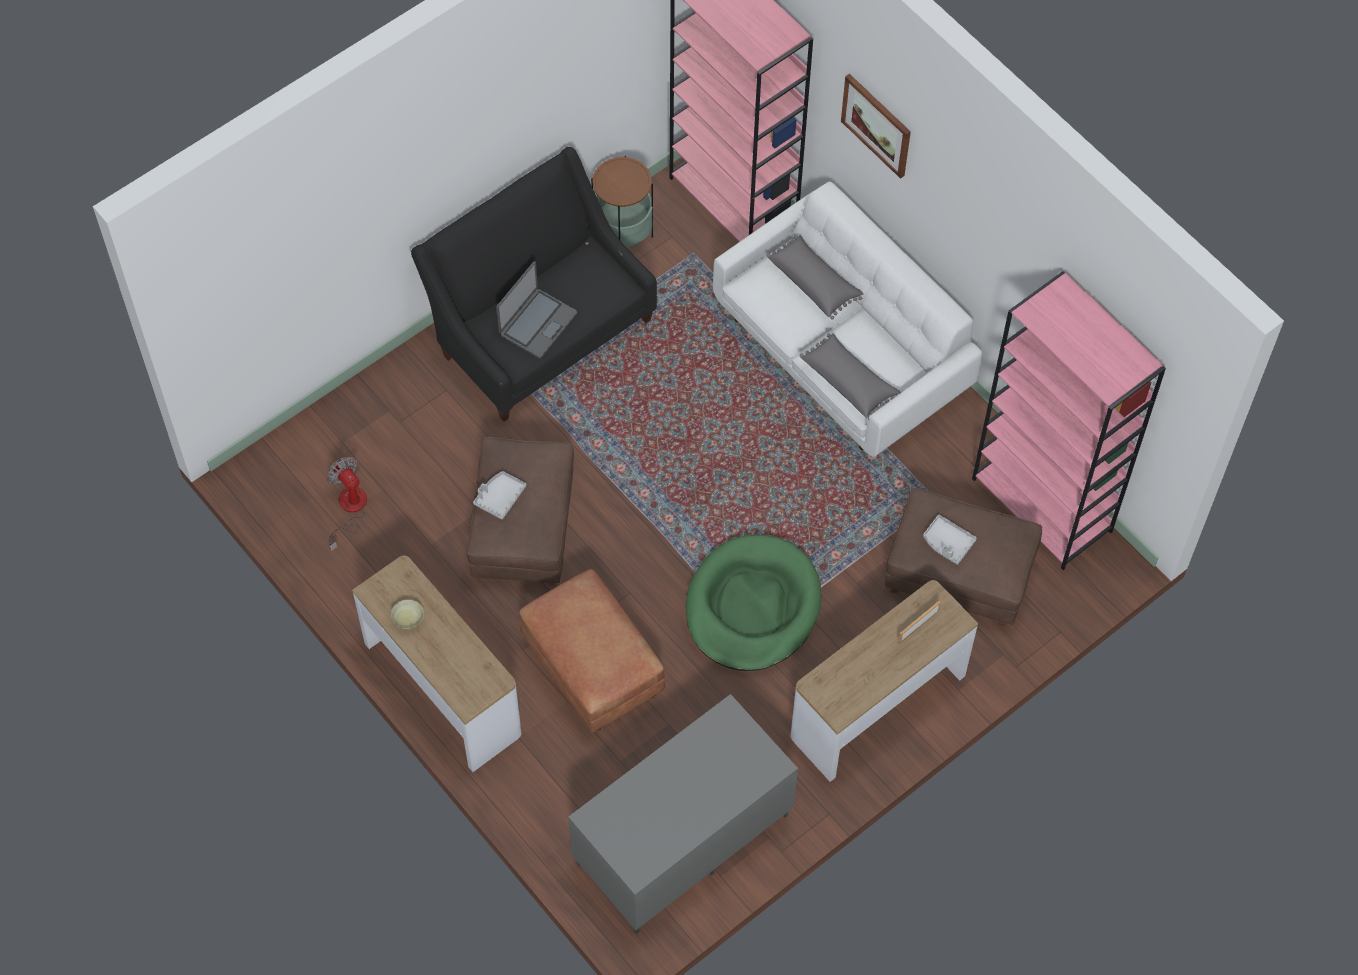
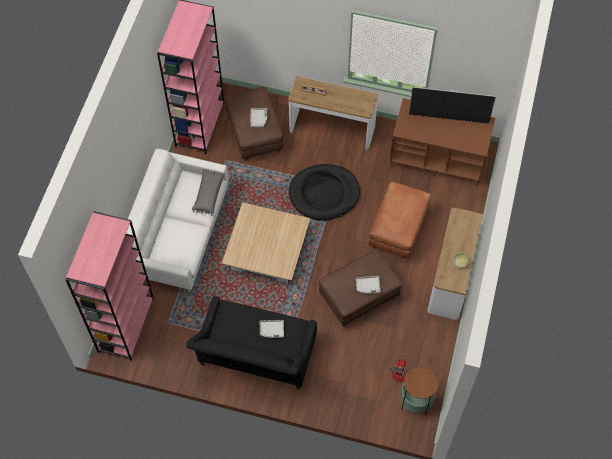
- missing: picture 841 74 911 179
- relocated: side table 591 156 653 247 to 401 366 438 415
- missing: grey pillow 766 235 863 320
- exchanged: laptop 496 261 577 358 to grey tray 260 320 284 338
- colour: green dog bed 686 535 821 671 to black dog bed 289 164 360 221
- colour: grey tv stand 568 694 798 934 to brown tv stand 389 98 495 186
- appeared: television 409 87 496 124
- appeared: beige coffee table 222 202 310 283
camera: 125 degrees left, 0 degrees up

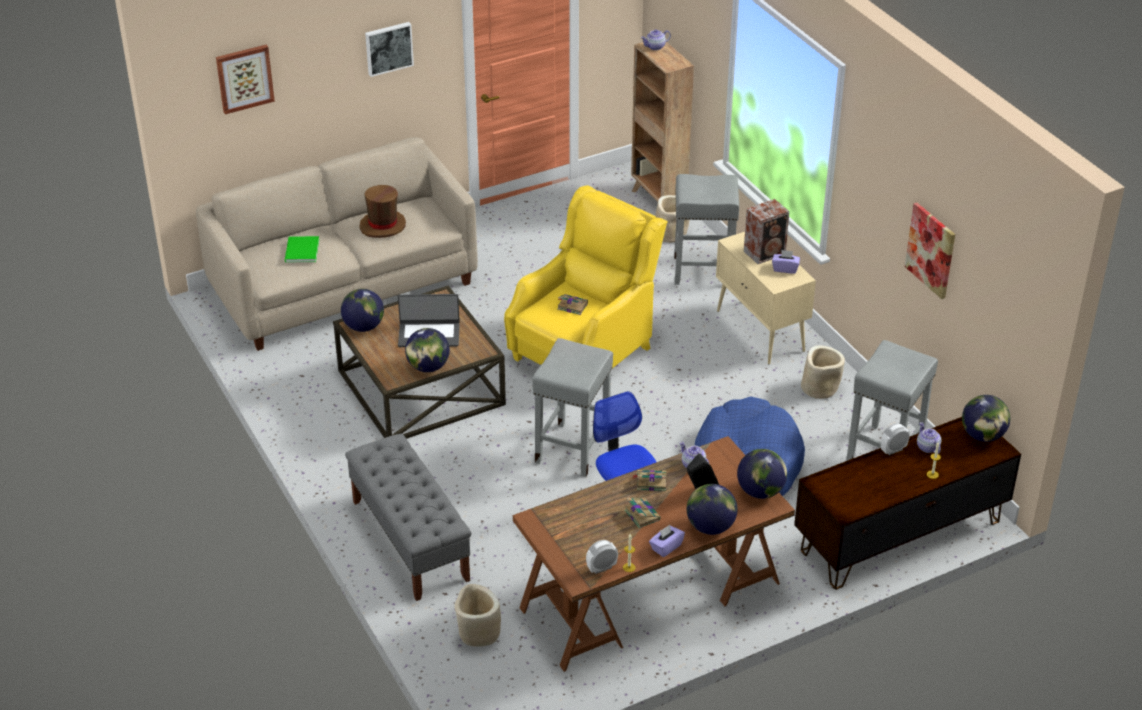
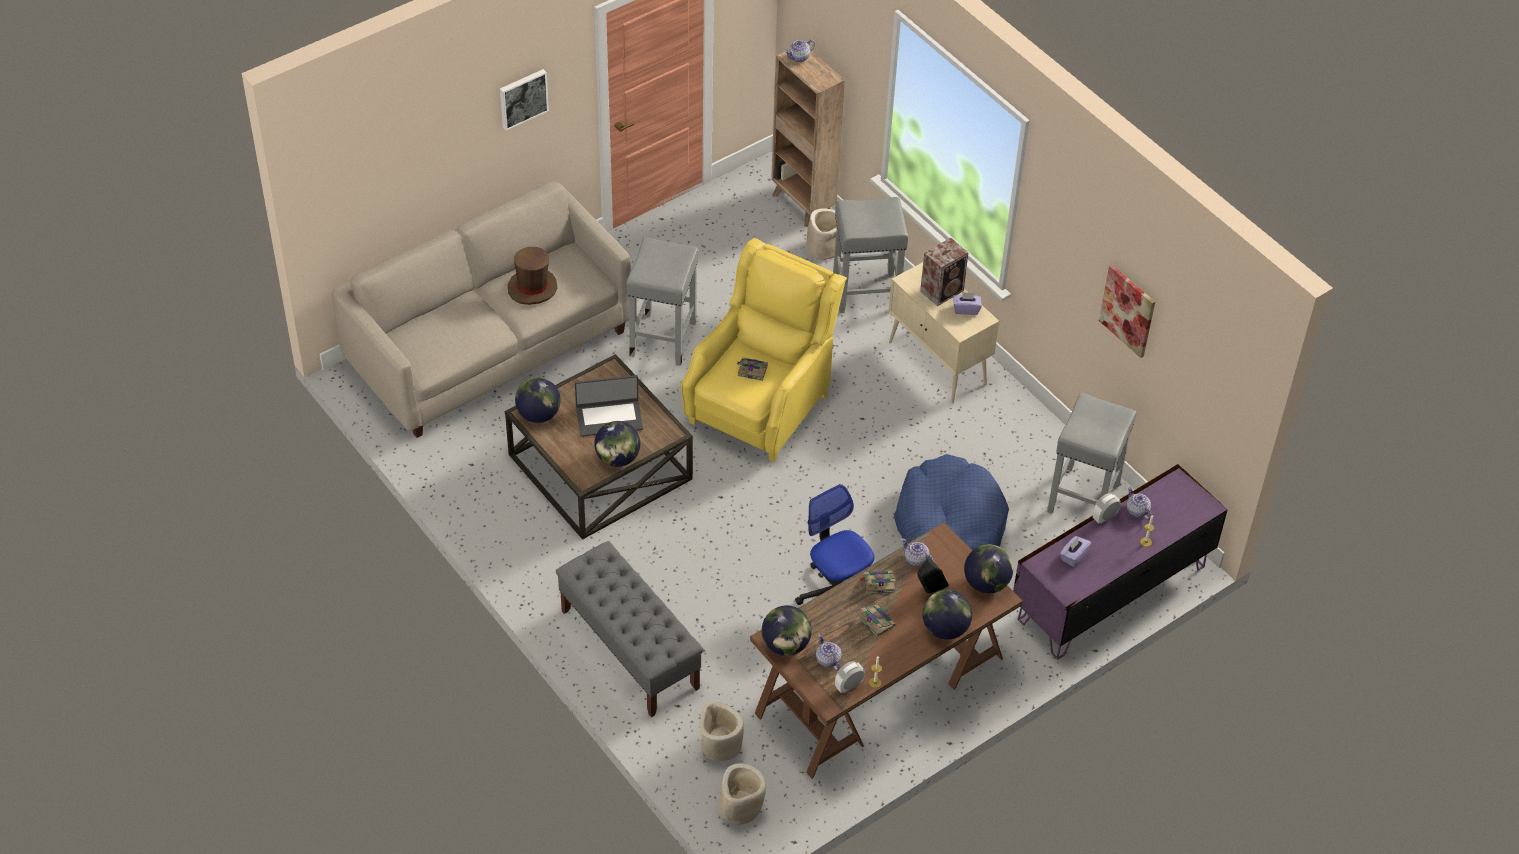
- missing: picture 216 45 275 114
- missing: green book 285 236 319 262
- relocated: grey stool 532 338 613 477 to 626 237 699 366
- relocated: beige planter 801 346 845 399 to 718 763 766 825
- relocated: globe 962 395 1010 442 to 762 605 812 656
- colour: brown tv stand 794 417 1021 590 to purple tv stand 1013 464 1228 660
- relocated: purple tissue box 649 525 685 557 to 1060 536 1091 567
- appeared: teapot 816 634 842 671
camera: 10 degrees left, 10 degrees up

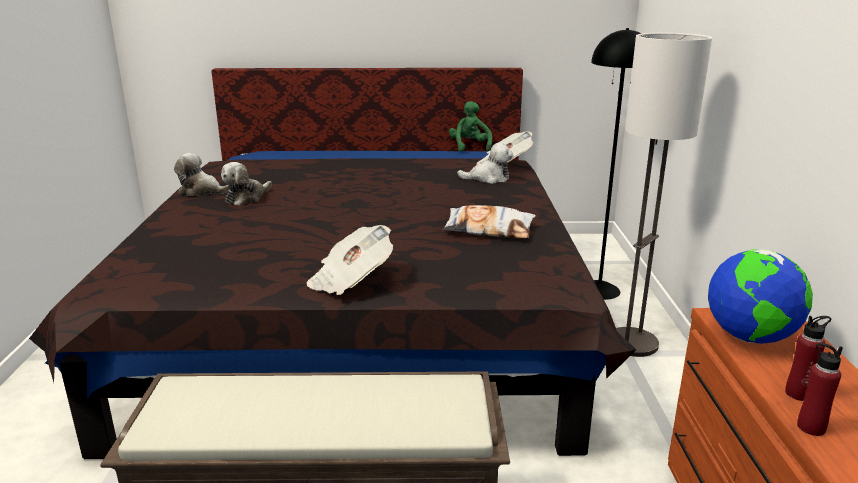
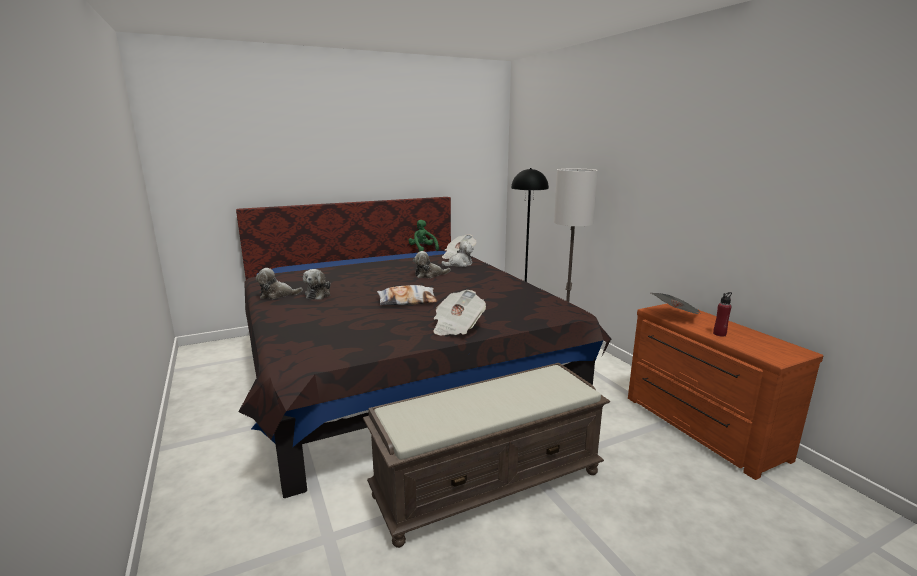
- relocated: pillow 443 205 536 238 to 377 285 437 305
- exchanged: globe 708 249 813 344 to newspaper 651 293 700 314
- missing: red bottle 797 343 843 436
- appeared: plush toy 413 251 450 278
camera: 25 degrees left, 5 degrees down

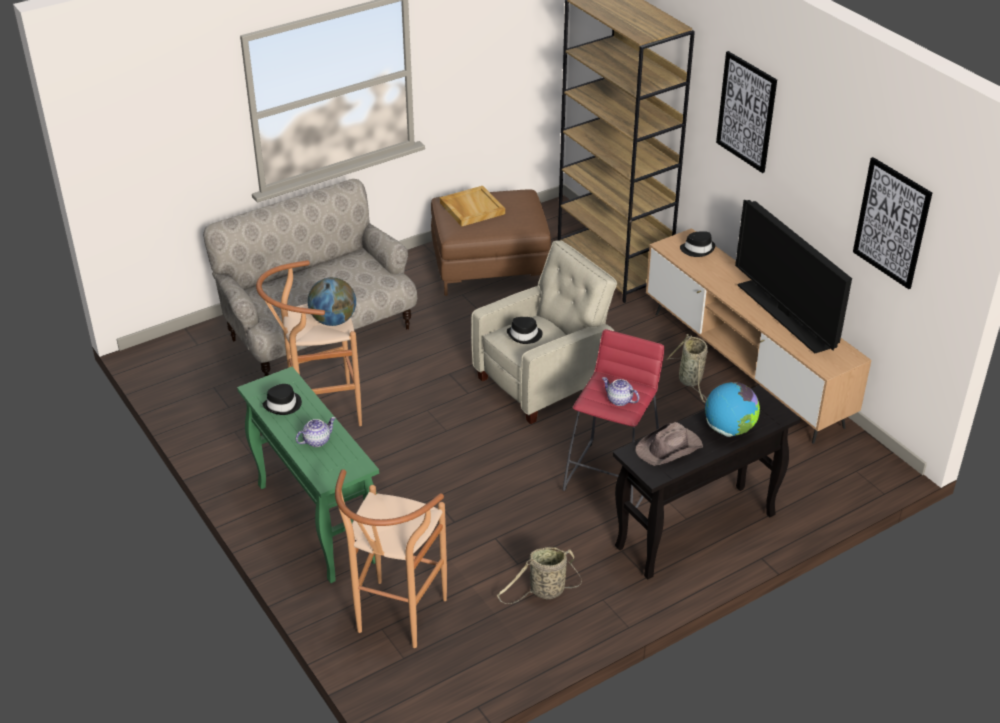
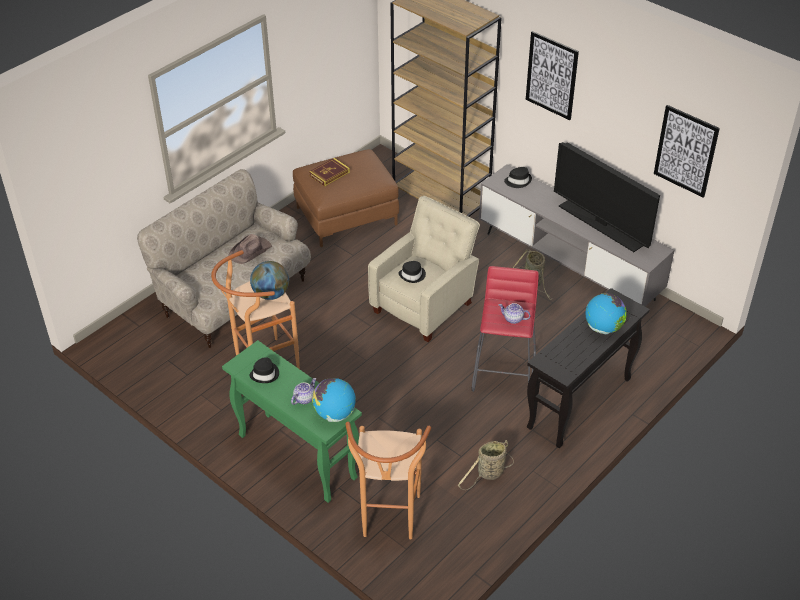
- exchanged: beige tray 440 186 505 227 to book 309 158 350 187
- colour: brown tv stand 646 228 871 444 to grey tv stand 479 164 674 306
- relocated: brown hat 635 422 703 466 to 229 234 272 264
- appeared: globe 312 378 356 422
camera: 15 degrees left, 5 degrees up

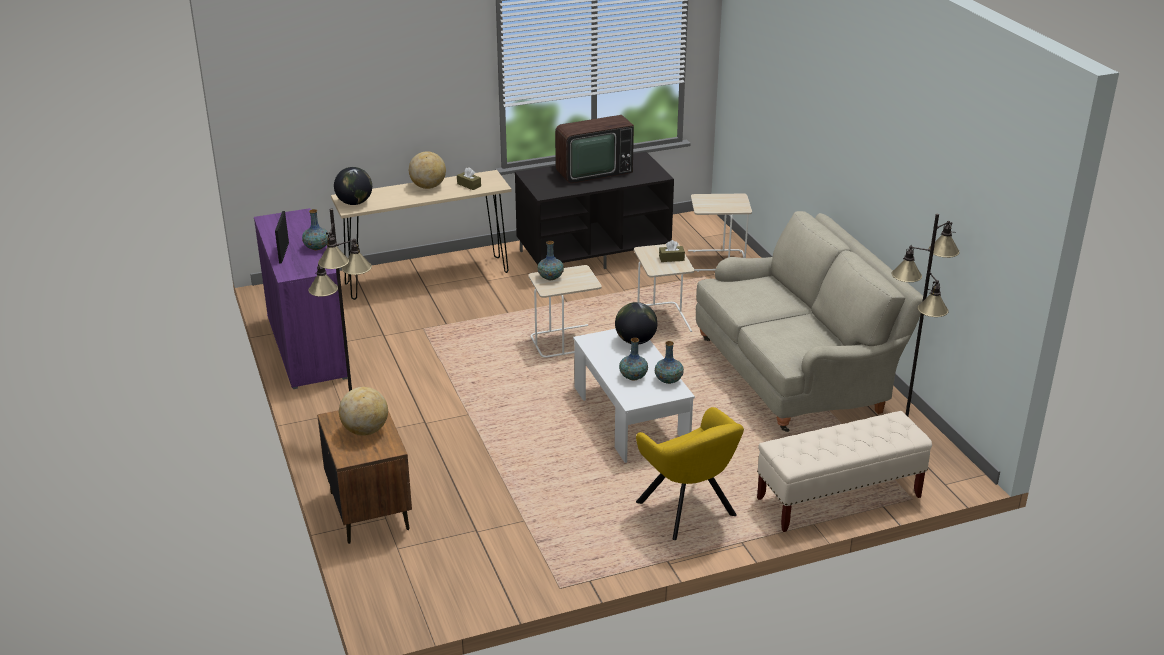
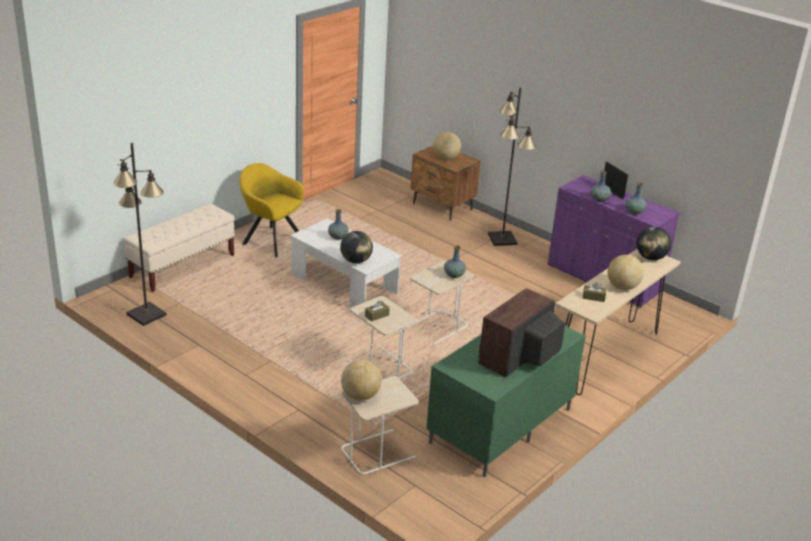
- colour: black tv stand 515 152 674 269 to green tv stand 426 326 586 477
- missing: beige sofa 696 211 923 432
- relocated: vase 655 341 684 384 to 626 183 647 215
- appeared: globe 341 360 382 401
camera: 150 degrees right, 0 degrees up

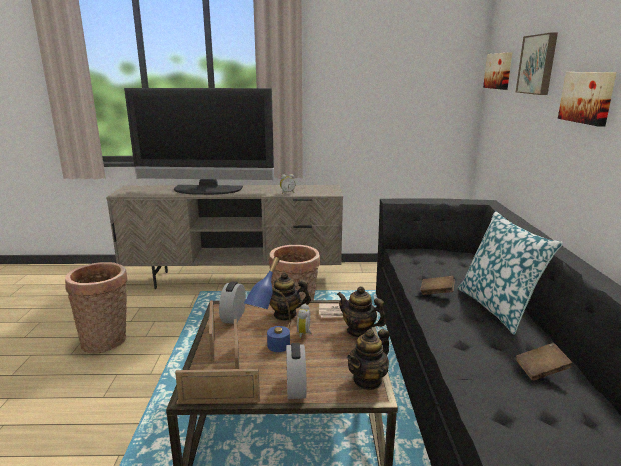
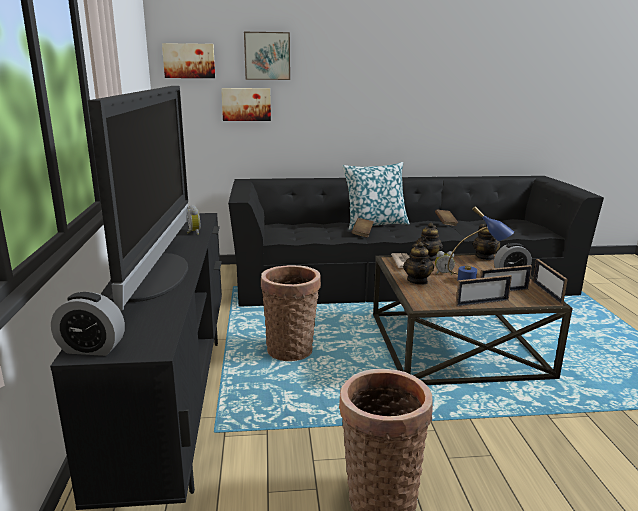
- relocated: picture 558 72 617 127 to 221 88 271 121
- colour: beige tv stand 106 185 343 289 to black tv stand 50 213 222 510
- relocated: alarm clock 219 281 246 324 to 51 292 125 356
- spun: teapot 347 329 389 390 = 473 224 501 260 45 degrees clockwise
camera: 95 degrees left, 0 degrees up

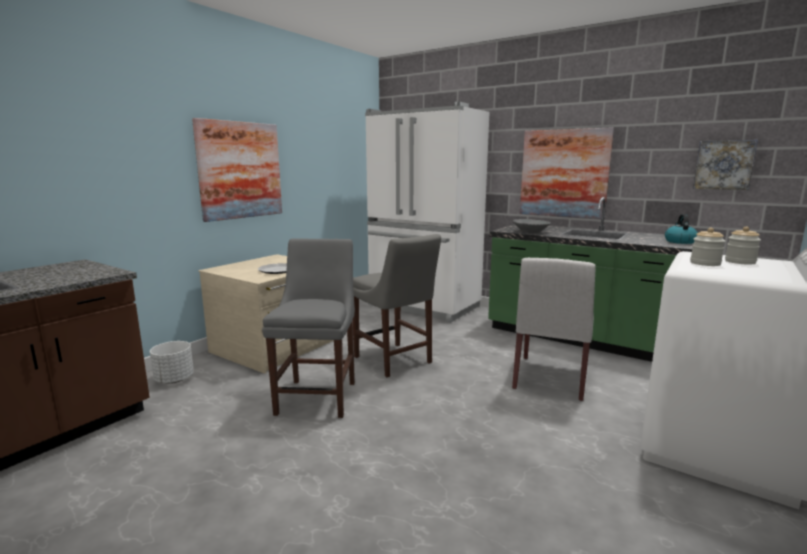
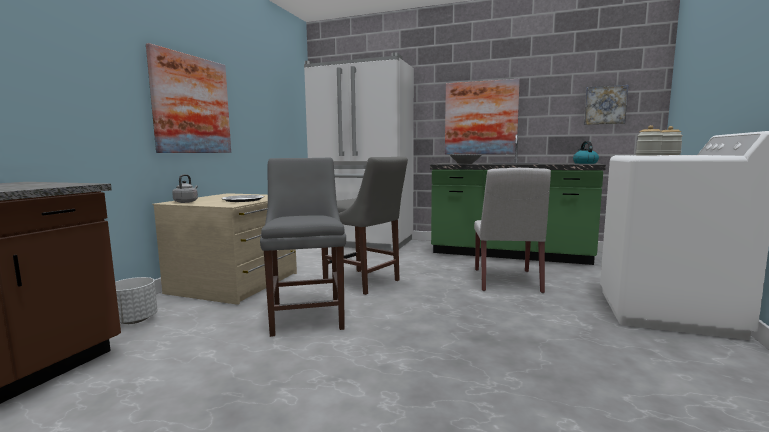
- appeared: grey kettle 172 174 198 203
camera: 15 degrees left, 5 degrees down

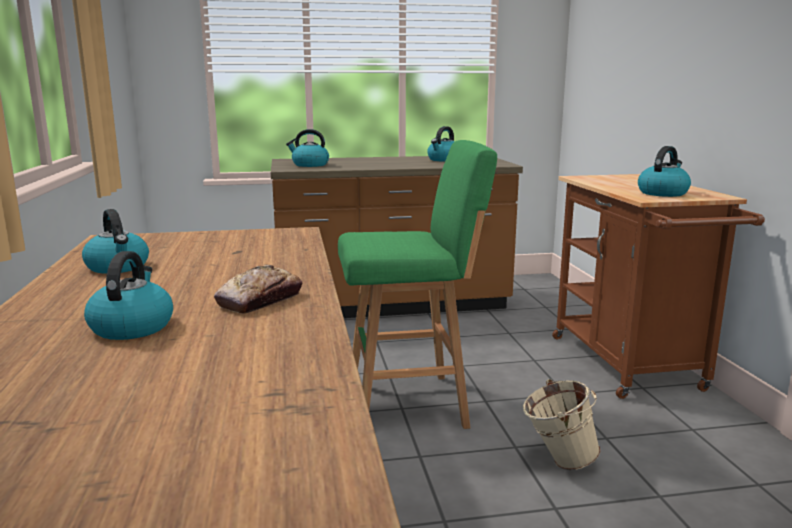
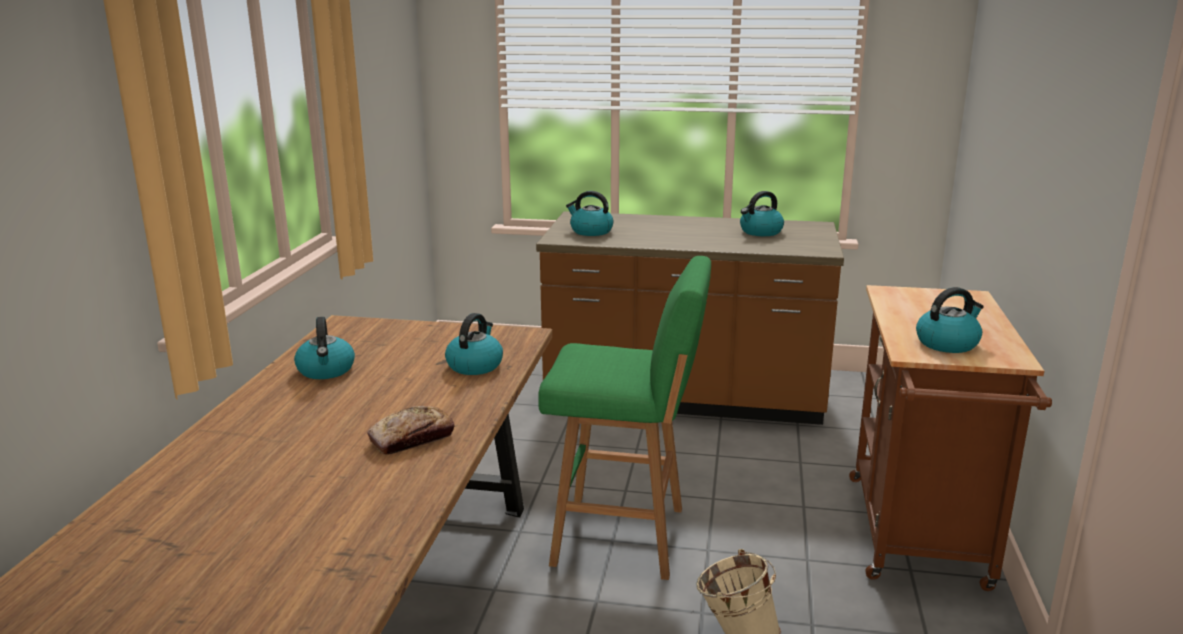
- relocated: kettle 84 251 173 340 to 445 313 503 375
camera: 20 degrees right, 5 degrees up

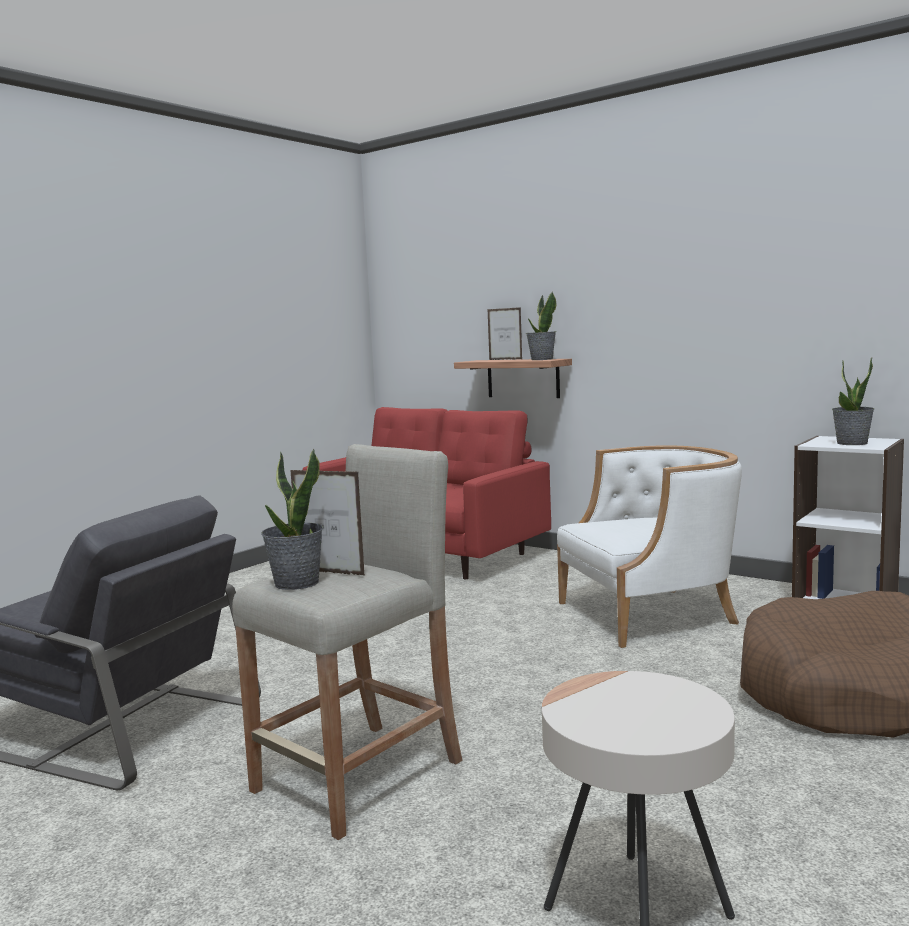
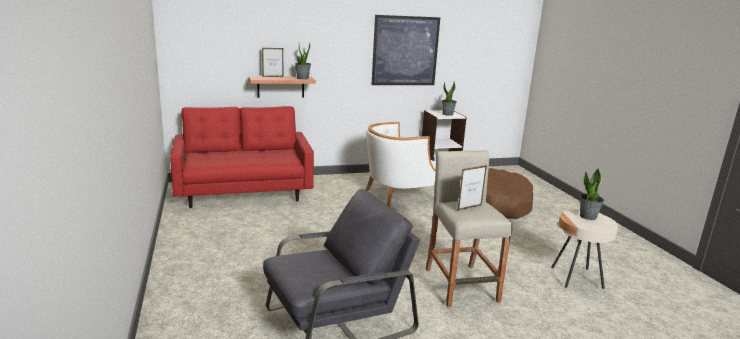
- spun: white armchair 557 445 742 648 = 366 122 436 207 135 degrees counterclockwise
- relocated: potted plant 261 448 323 590 to 580 168 604 220
- appeared: picture 372 15 440 85
camera: 55 degrees left, 10 degrees up

